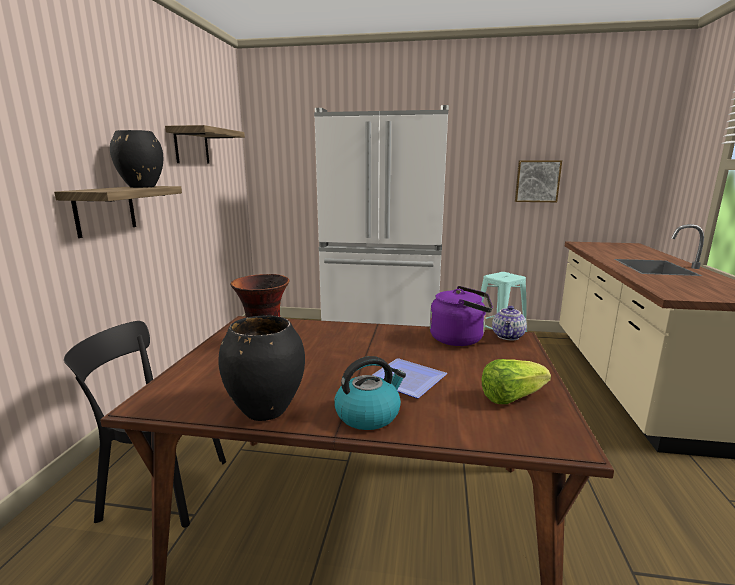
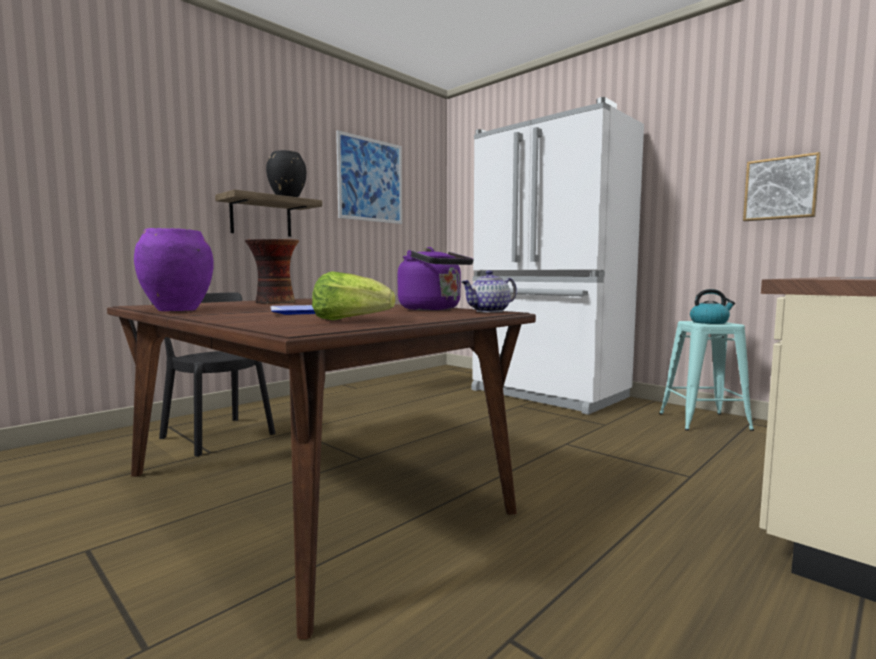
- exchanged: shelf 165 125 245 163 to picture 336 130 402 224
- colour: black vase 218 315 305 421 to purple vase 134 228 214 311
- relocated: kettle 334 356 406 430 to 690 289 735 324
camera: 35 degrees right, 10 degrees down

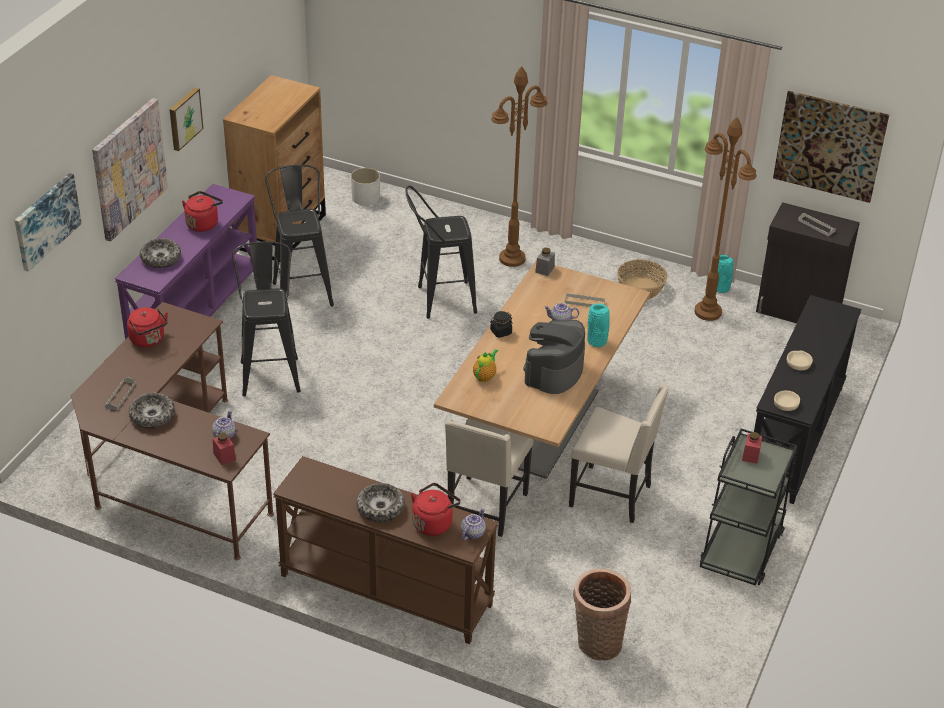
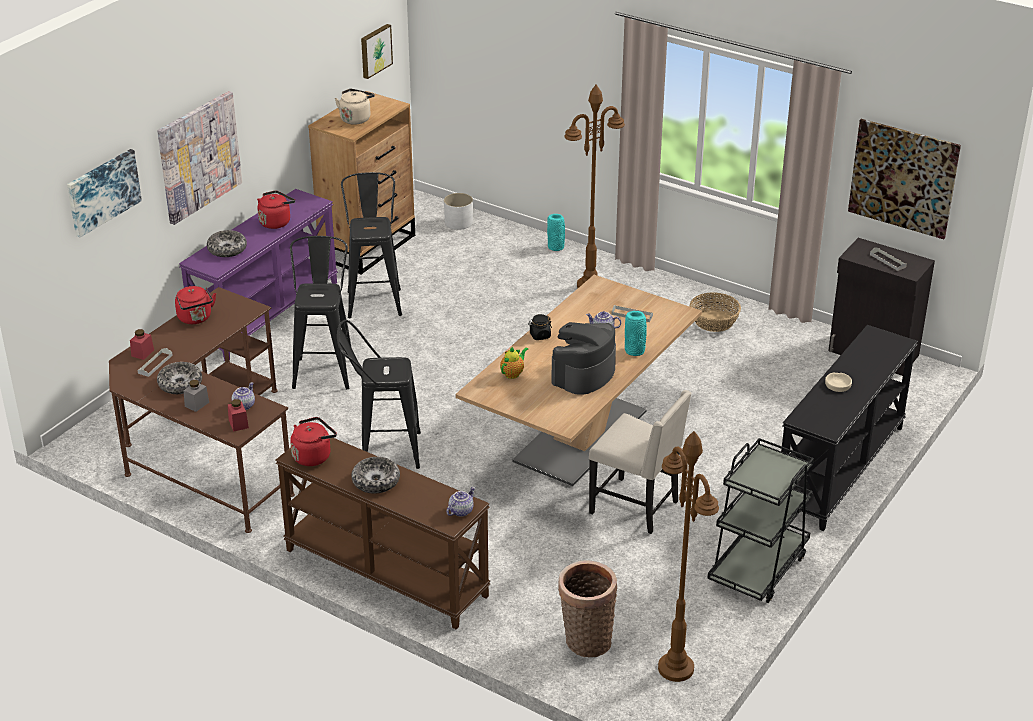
- relocated: picture 169 88 204 151 to 361 24 393 79
- relocated: brown floor lamp 694 117 756 321 to 658 431 719 682
- relocated: black stool 406 186 477 319 to 337 320 421 469
- relocated: grey jar 535 248 555 276 to 183 380 209 412
- relocated: turquoise vase 717 255 734 293 to 547 214 565 251
- missing: beige bowl 774 391 800 411
- missing: beige chair 445 418 533 537
- relocated: red jar 742 432 762 464 to 130 329 154 360
- relocated: red kettle 411 483 461 536 to 290 417 337 466
- appeared: beige kettle 335 89 375 125
camera: 10 degrees right, 5 degrees down

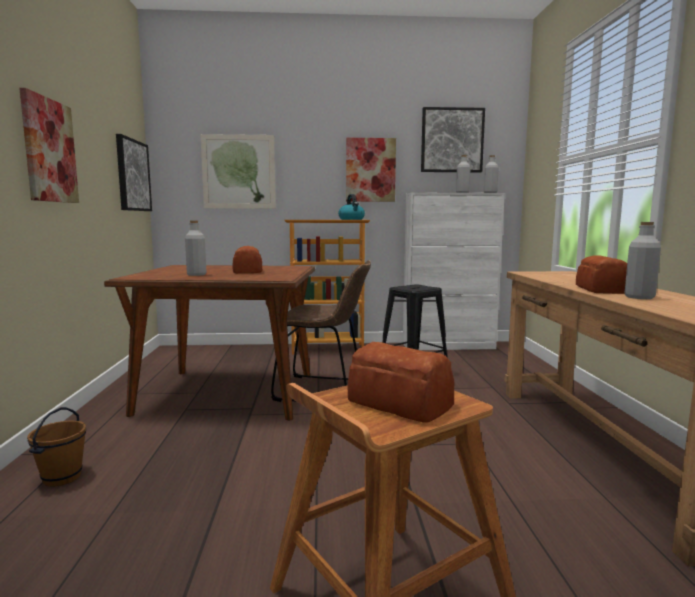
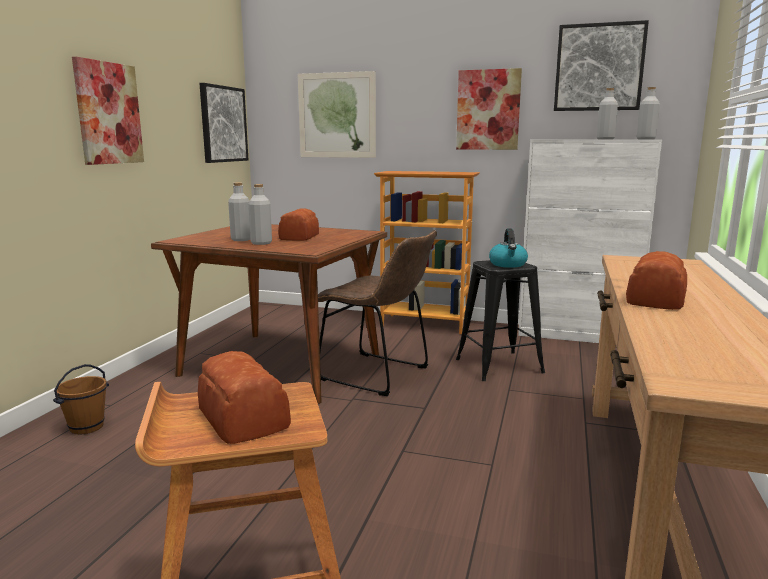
- relocated: kettle 338 194 365 220 to 489 228 528 268
- relocated: grey bottle 624 222 661 299 to 249 184 272 245
camera: 20 degrees right, 5 degrees up

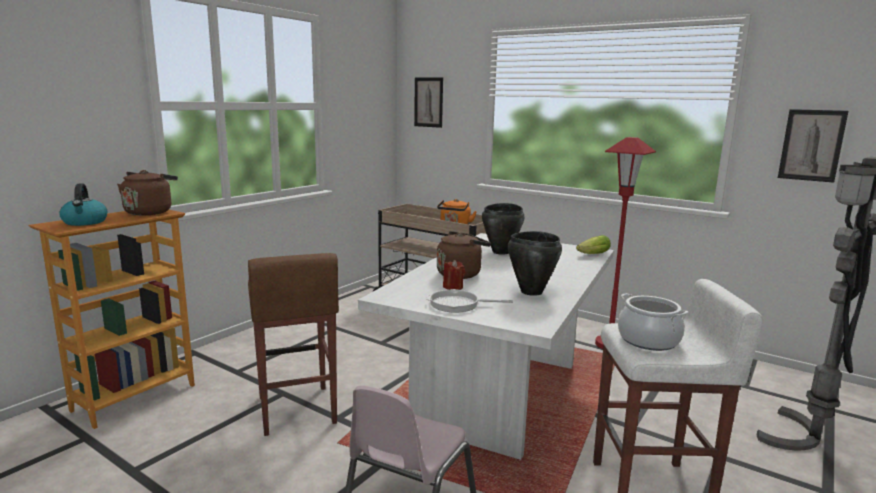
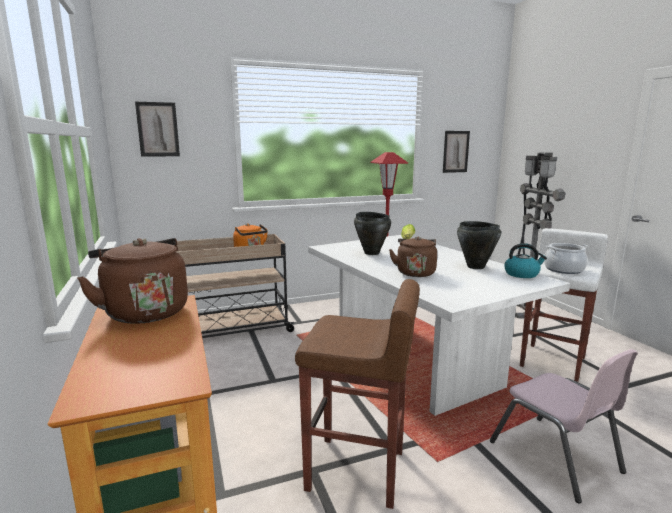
- relocated: kettle 59 183 107 226 to 504 243 547 278
- missing: red candle 443 260 465 290
- missing: frying pan 426 289 513 313
camera: 55 degrees left, 0 degrees up

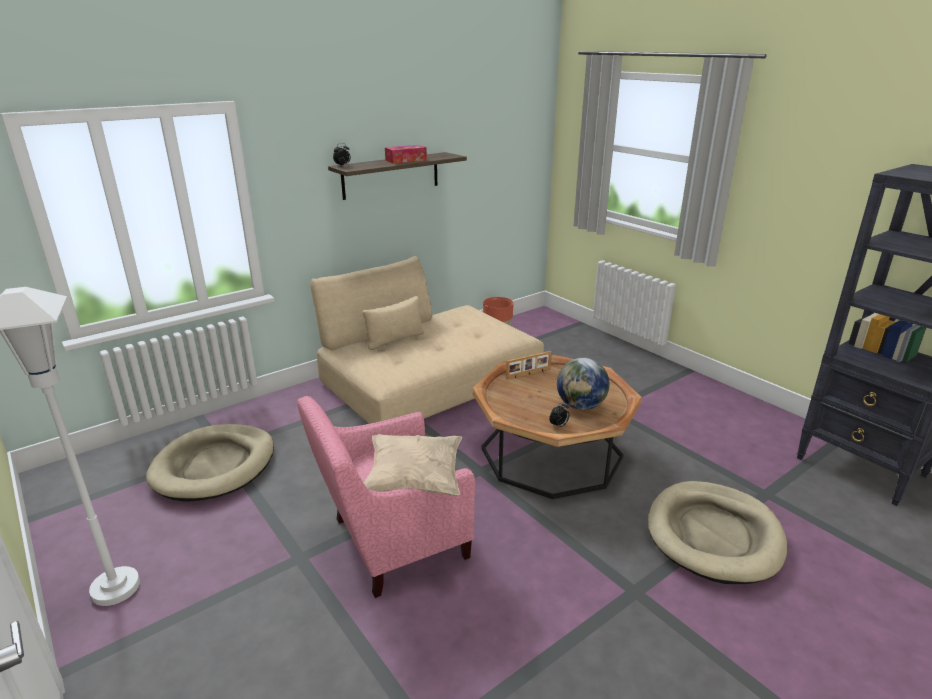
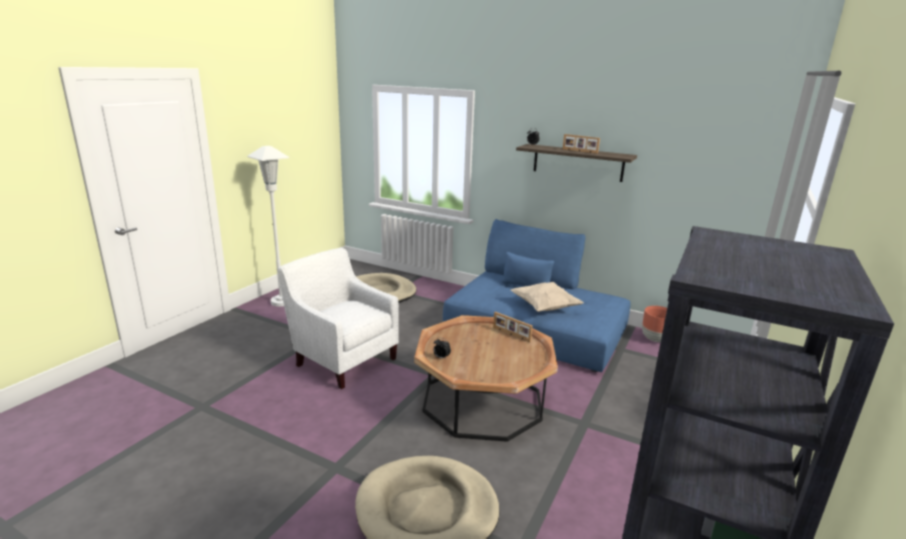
- exchanged: tissue box 385 145 427 164 to picture frame 563 134 600 154
- colour: beige sofa 310 256 544 424 to blue sofa 443 219 631 372
- missing: globe 557 358 609 410
- colour: pink armchair 297 396 475 598 to white armchair 278 248 399 389
- relocated: beige pillow 364 434 462 496 to 511 282 584 312
camera: 65 degrees right, 5 degrees down

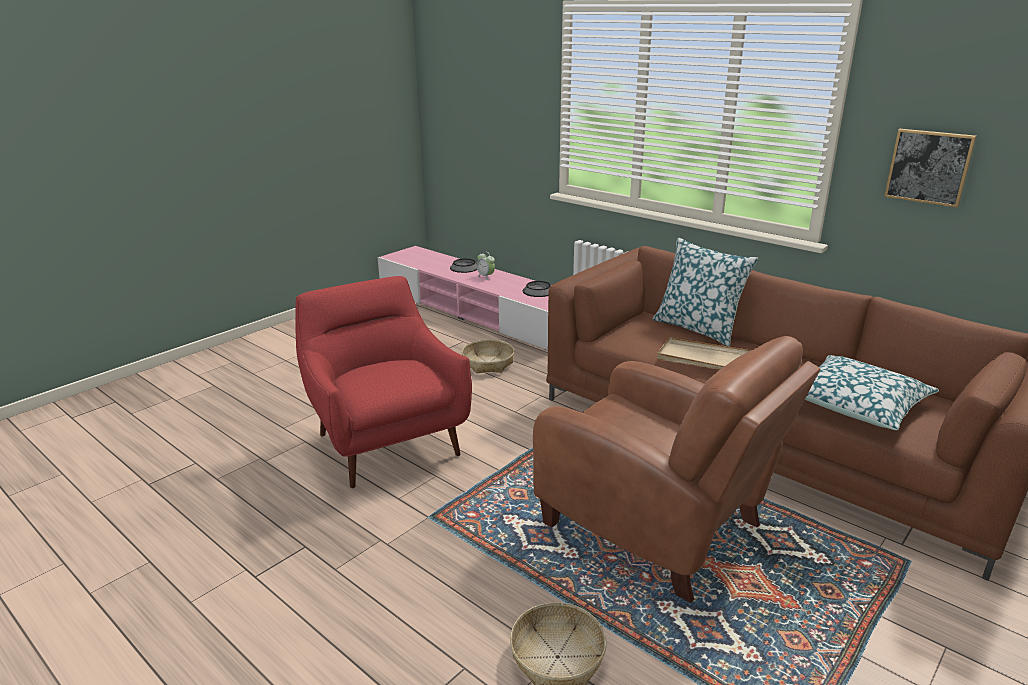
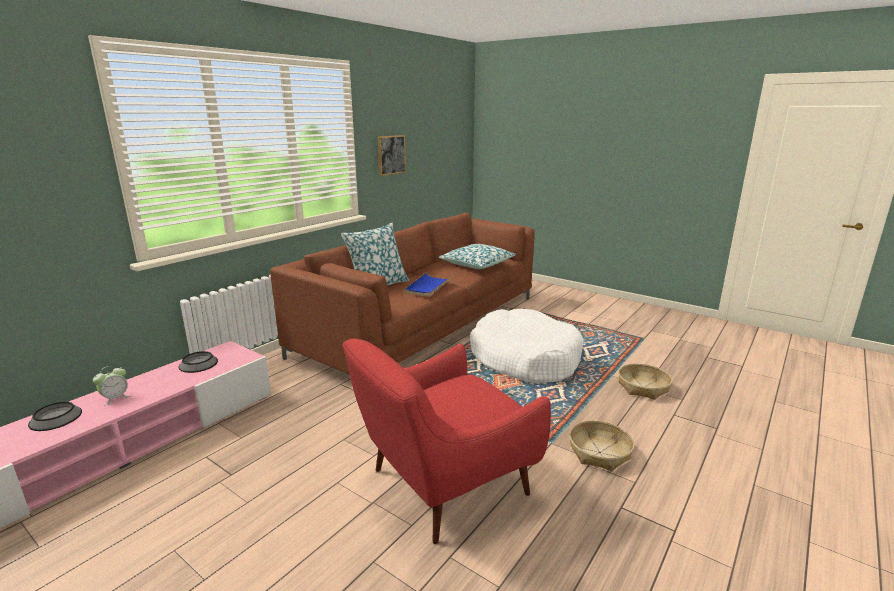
- exchanged: brown armchair 533 336 820 603 to white dog bed 470 309 584 384
- colour: beige tray 657 337 751 369 to blue tray 404 272 453 297
- relocated: basket 462 340 515 374 to 569 420 634 471
camera: 95 degrees left, 5 degrees down

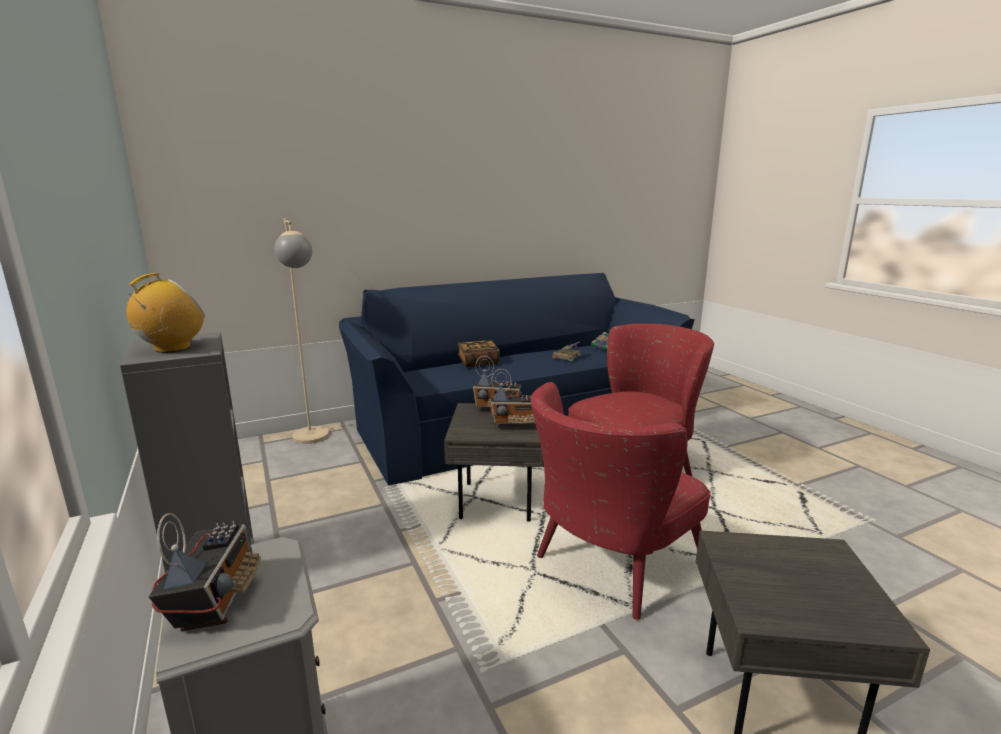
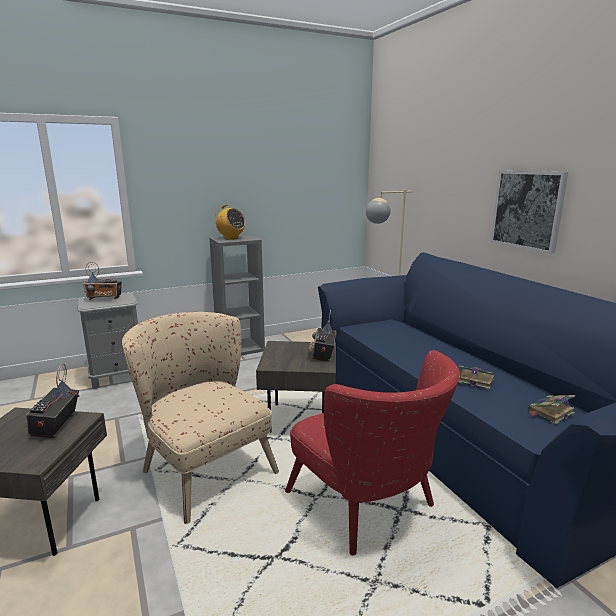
- missing: book 458 340 500 367
- relocated: radio 490 369 536 428 to 24 364 79 438
- colour: red armchair 531 382 711 620 to beige armchair 122 312 279 524
- appeared: picture 491 171 568 254
camera: 90 degrees right, 0 degrees up

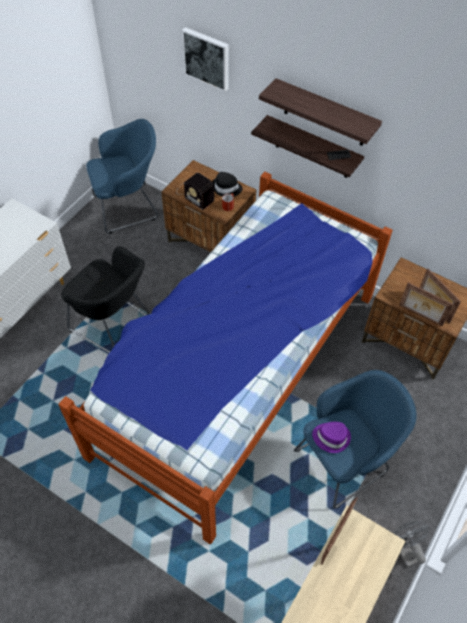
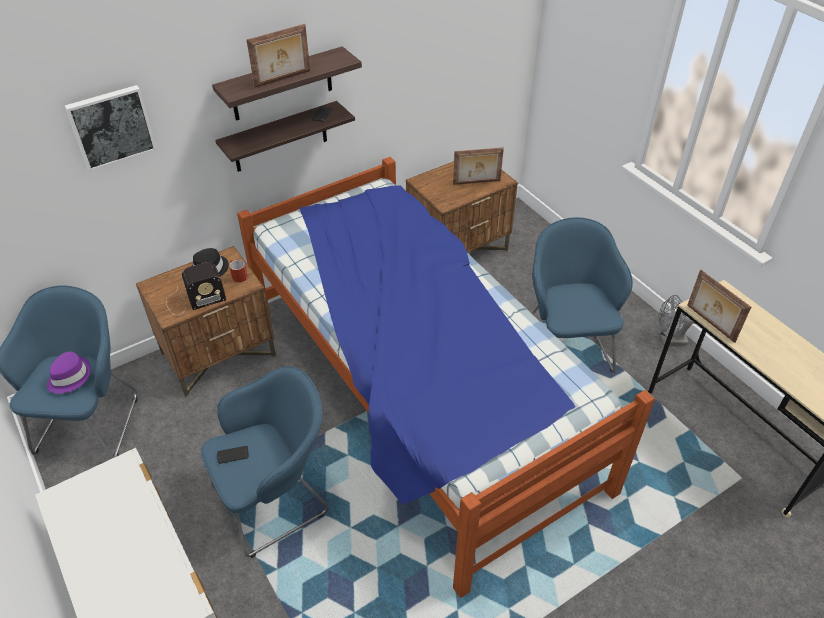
- colour: black armchair 61 246 150 353 to blue armchair 201 366 328 558
- relocated: picture frame 399 283 453 326 to 247 24 310 88
- relocated: purple hat 312 422 351 453 to 47 352 91 394
camera: 65 degrees left, 10 degrees down

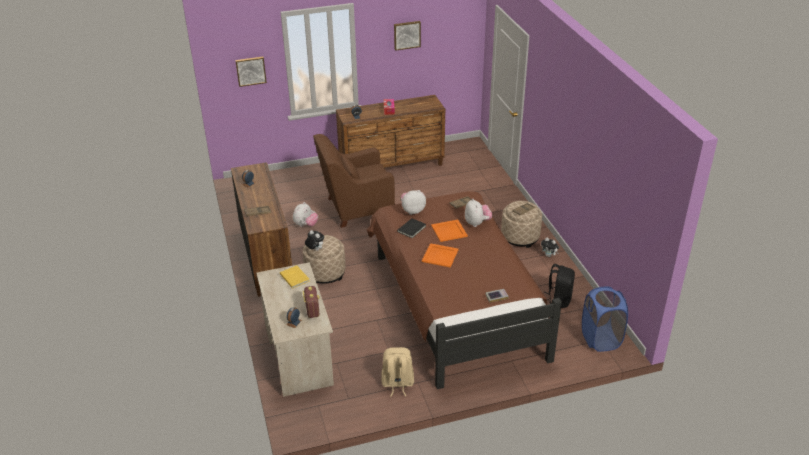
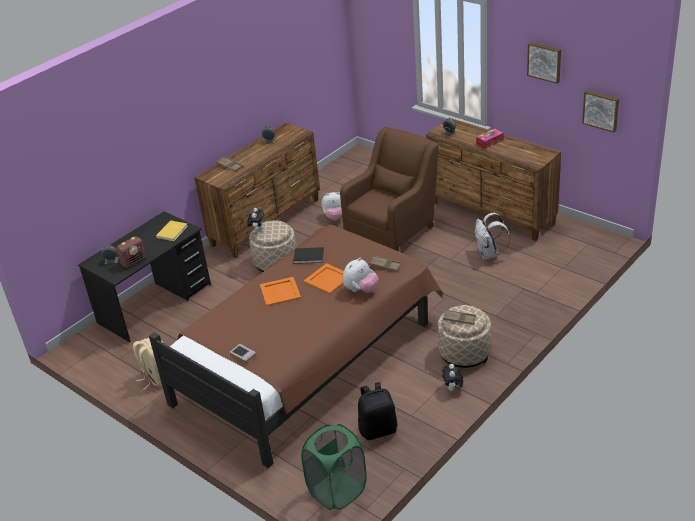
- relocated: picture 235 57 267 87 to 582 90 619 132
- spun: brown armchair 313 134 395 228 = 340 127 439 252 90 degrees clockwise
- missing: plush toy 401 190 426 215
- colour: beige desk 256 262 334 397 to black desk 78 211 211 342
- colour: blue laundry basket 582 287 628 352 to green laundry basket 301 424 367 510
- appeared: white backpack 475 212 510 259
camera: 60 degrees right, 0 degrees up

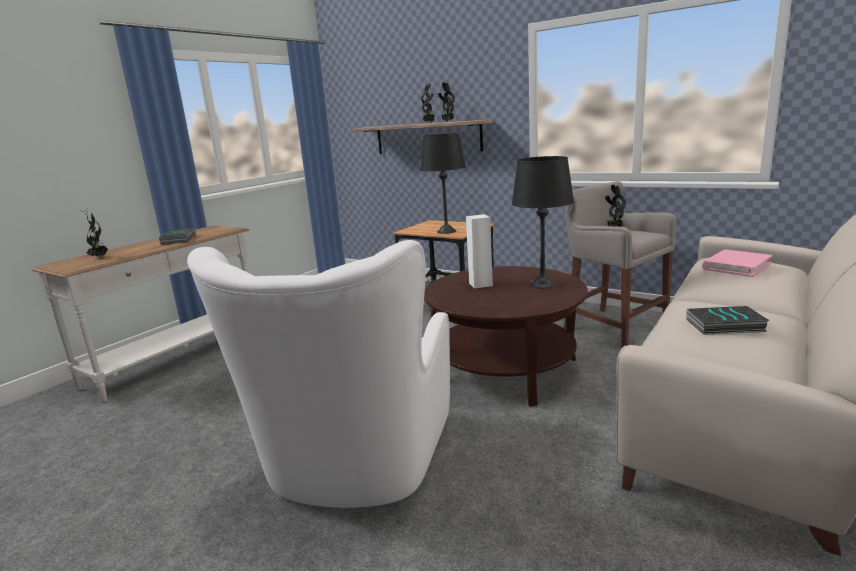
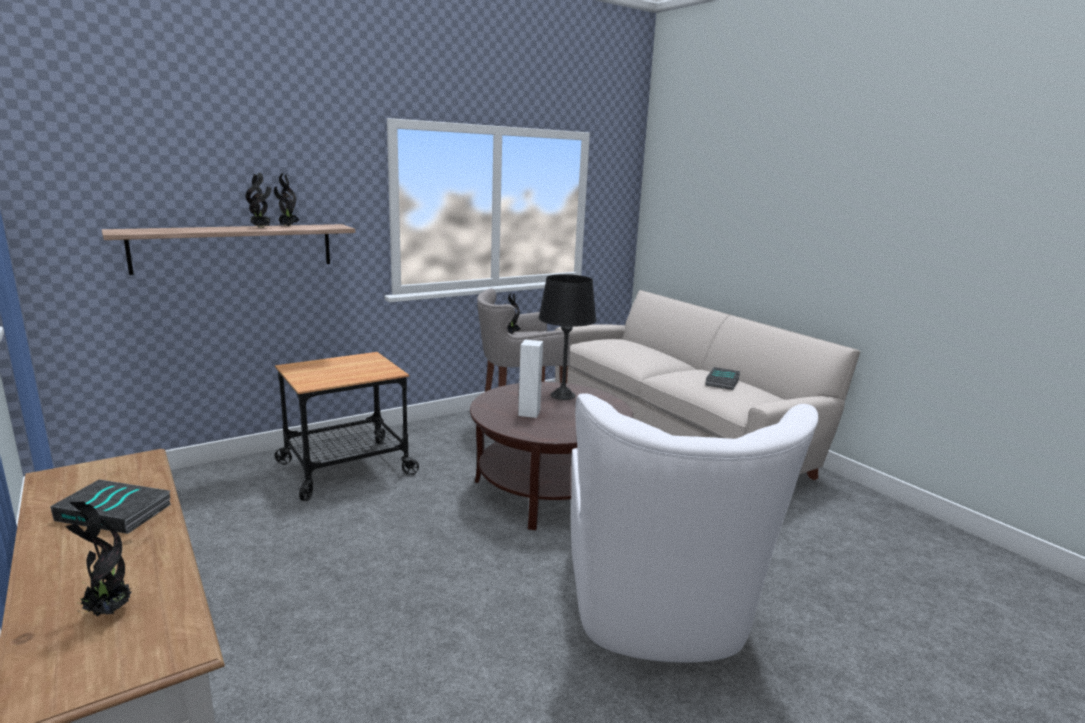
- missing: black table lamp 420 133 466 234
- spun: white armchair 187 240 450 508 = 571 393 819 663 60 degrees clockwise
- missing: pink book 702 250 772 277
camera: 70 degrees left, 0 degrees up

